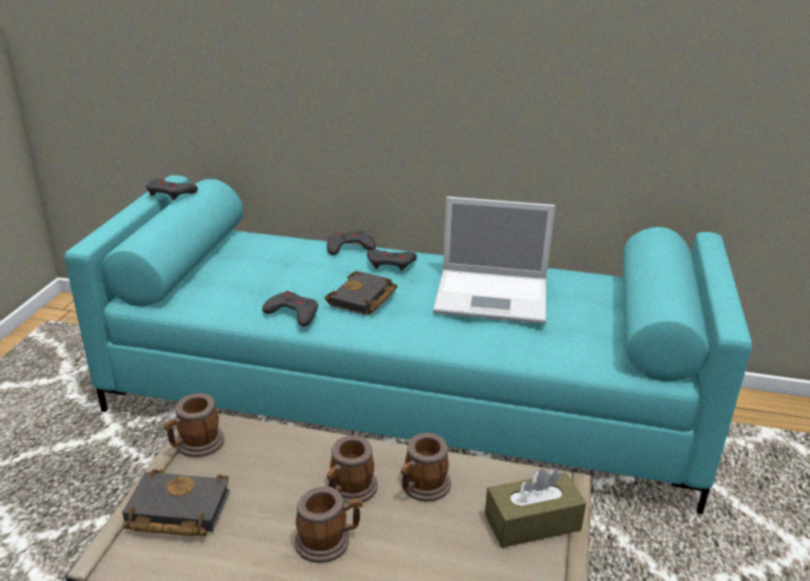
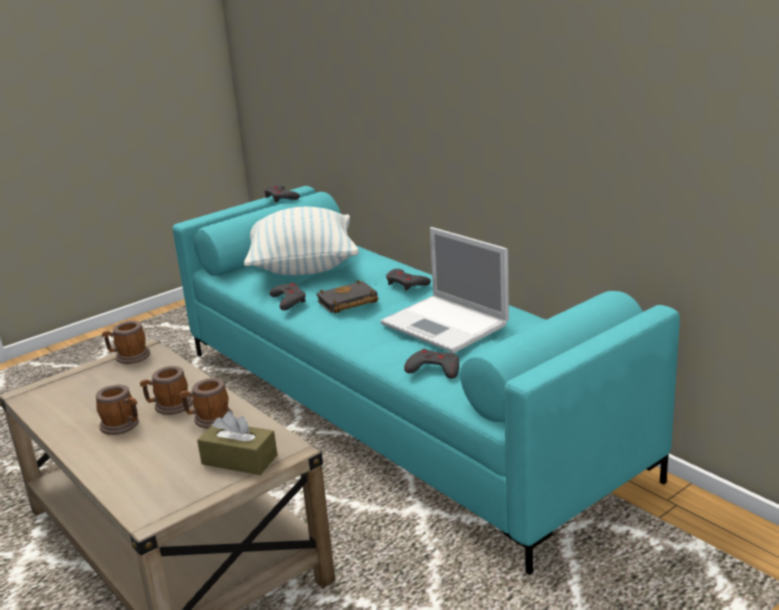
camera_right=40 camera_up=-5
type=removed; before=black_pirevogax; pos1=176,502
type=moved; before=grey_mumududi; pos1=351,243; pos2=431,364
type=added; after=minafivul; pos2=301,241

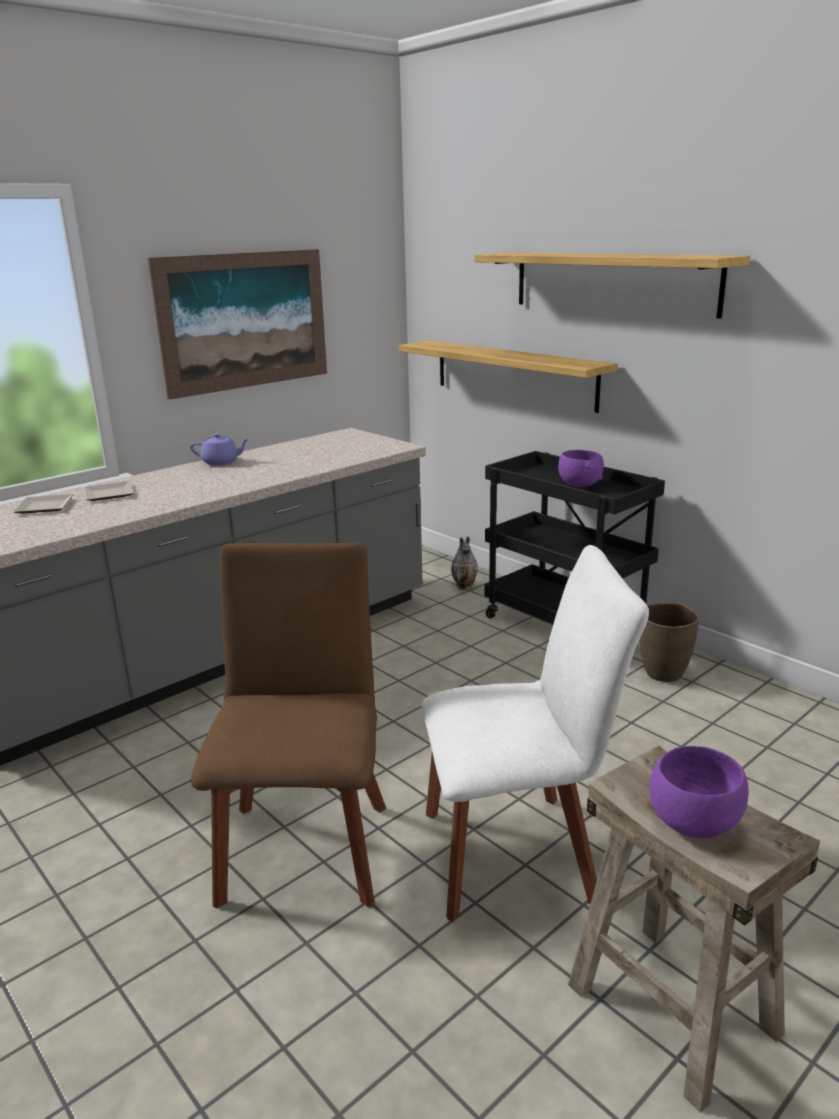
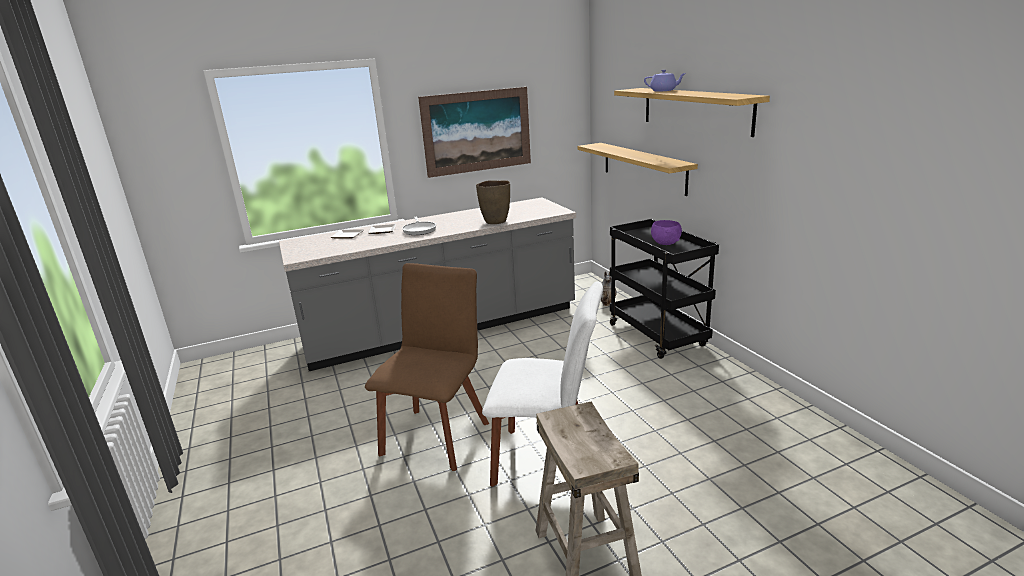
camera_right=20 camera_up=0
type=moved; before=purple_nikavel; pos1=219,449; pos2=665,81
type=moved; before=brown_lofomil; pos1=669,642; pos2=493,202
type=removed; before=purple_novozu; pos1=699,792
type=added; after=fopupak; pos2=419,226

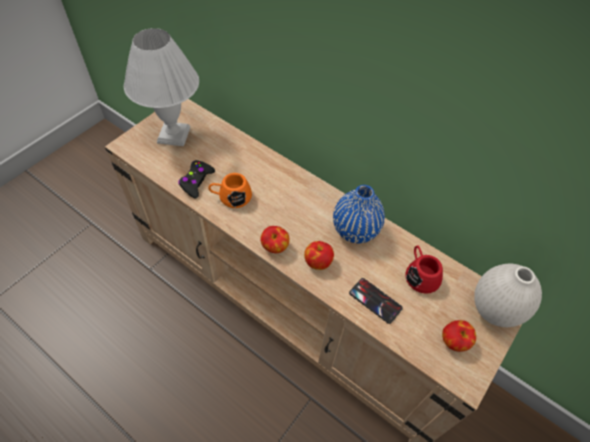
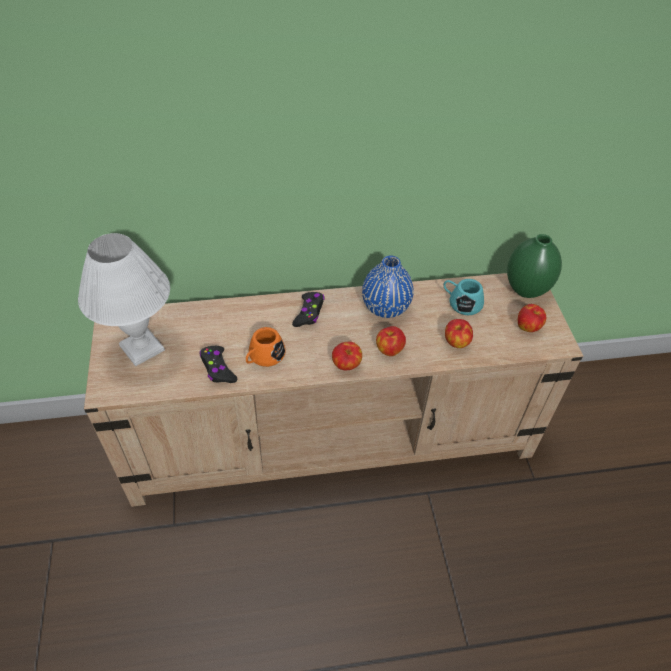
camera_right=-45 camera_up=-5
type=replaced; before=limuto; after=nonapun; pos1=376,301; pos2=459,333
type=recoloured; before=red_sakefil; after=turquoise_sakefil; pos1=424,269; pos2=463,297
type=recoloured; before=white_lofomil; after=green_lofomil; pos1=508,295; pos2=534,266
type=added; after=black_mumududi; pos2=308,309

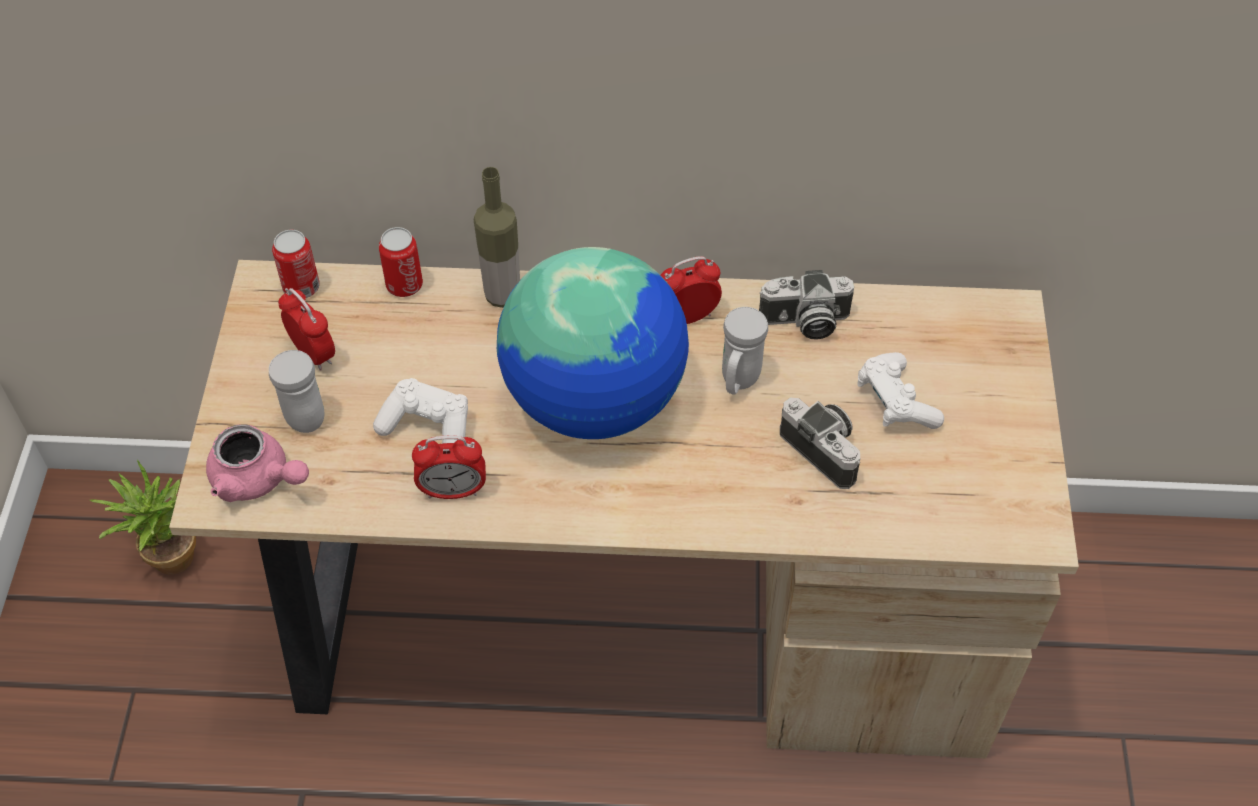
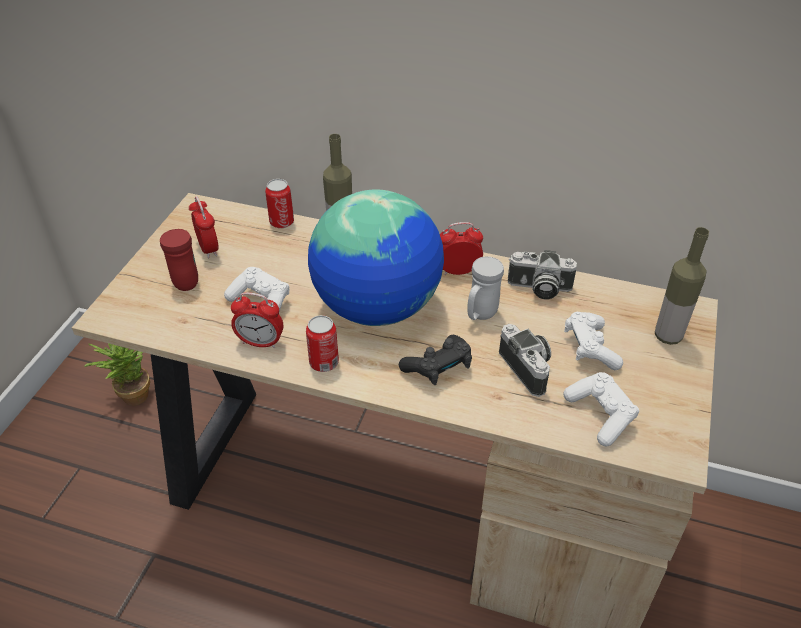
camera_right=15 camera_up=-10
type=removed; before=pink_nikavel; pos1=257,463
type=recoloured; before=white_sakefil; after=red_sakefil; pos1=296,391; pos2=179,260
type=moved; before=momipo; pos1=296,264; pos2=322,343
type=added; after=black_mumududi; pos2=435,360
type=added; after=white_mumududi; pos2=601,409
type=added; after=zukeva; pos2=682,286

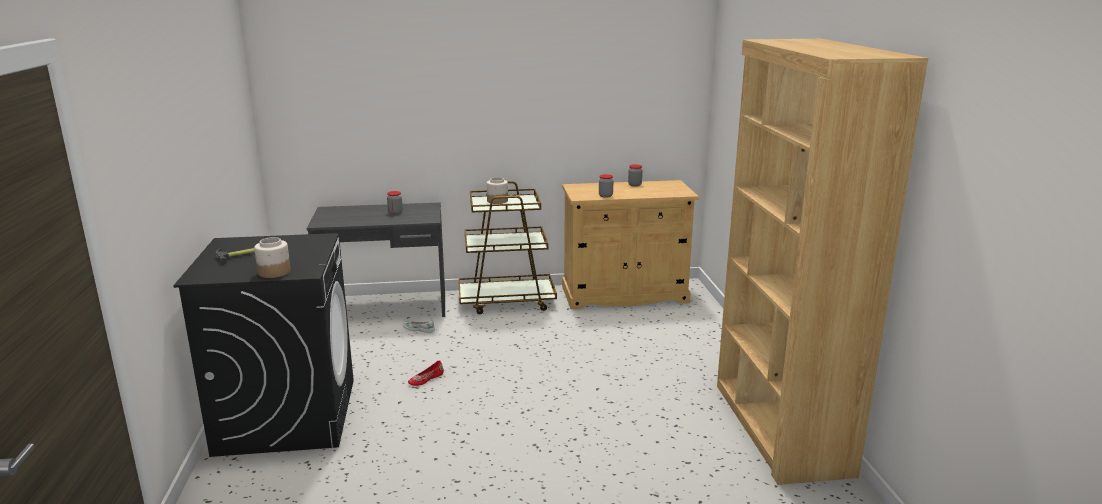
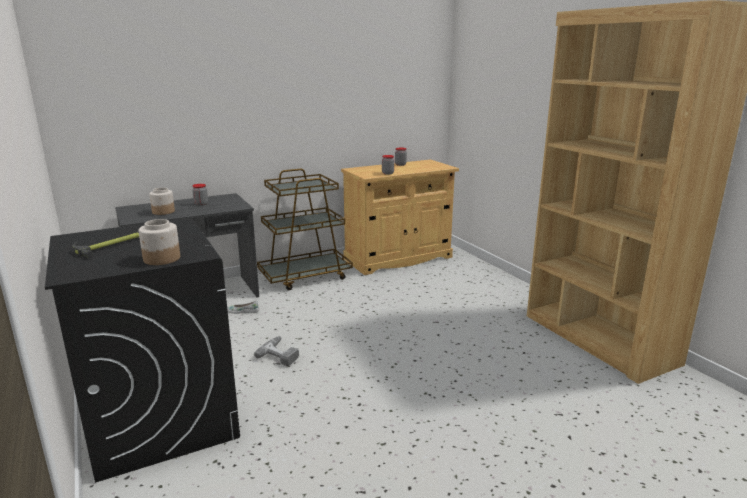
camera_right=-20 camera_up=0
type=replaced; before=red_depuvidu; after=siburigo; pos1=426,373; pos2=276,351
type=moved; before=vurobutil; pos1=497,190; pos2=162,201

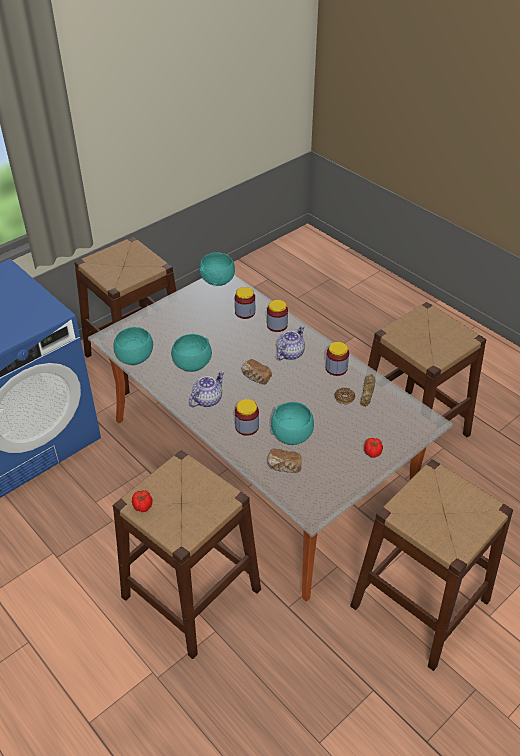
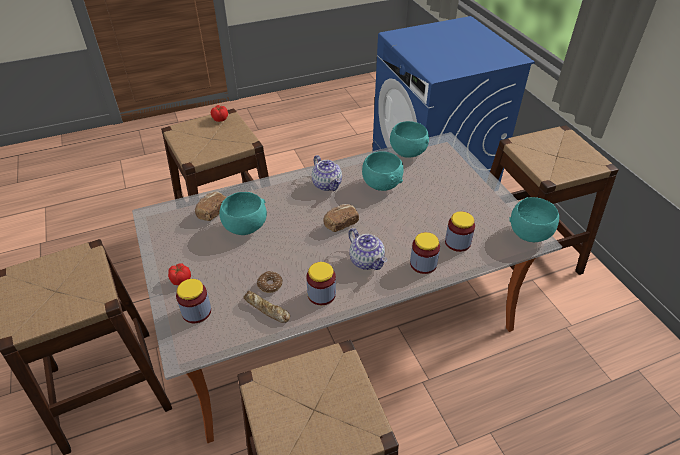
camera_right=110 camera_up=0
type=moved; before=vurobutil; pos1=247,417; pos2=193,301

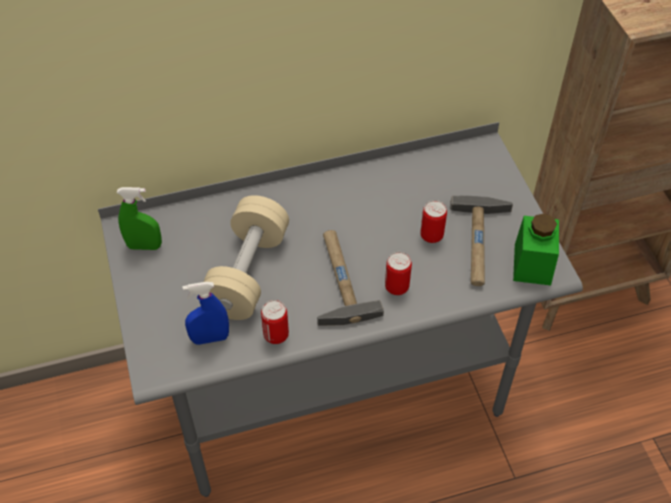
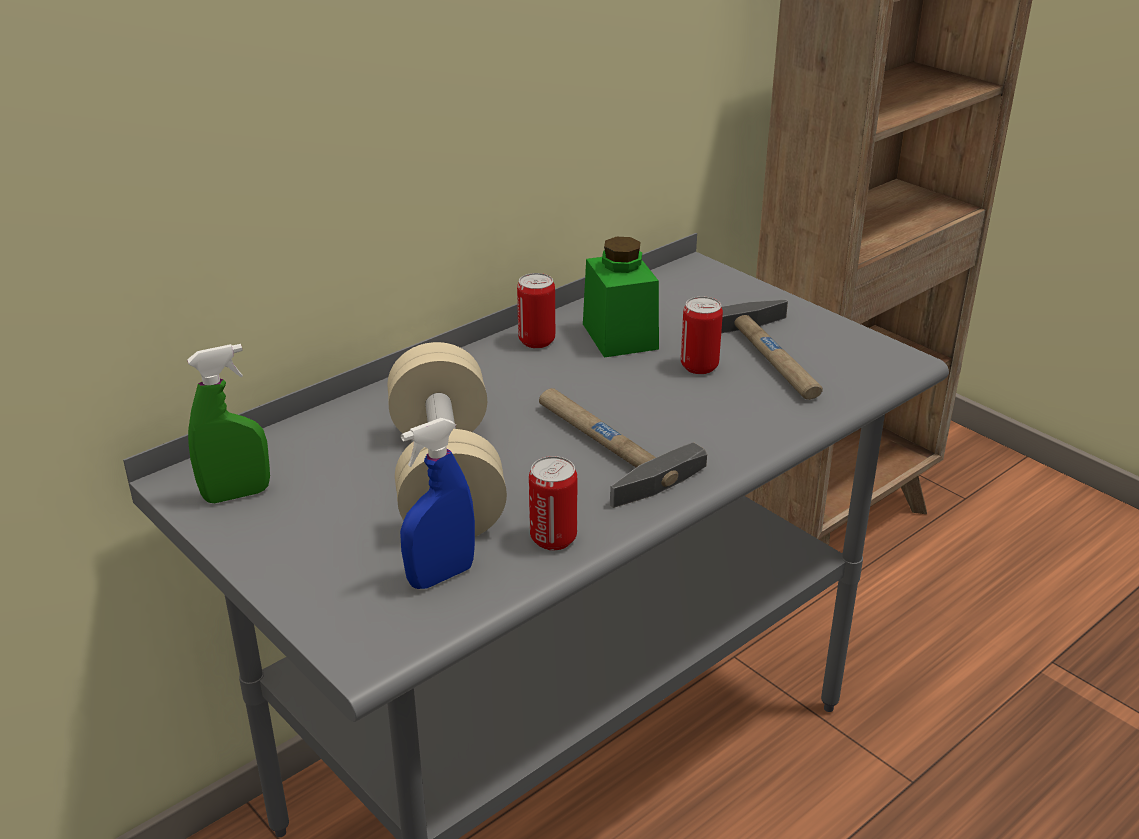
camera_right=-25 camera_up=-20
type=moved; before=momipo; pos1=398,273; pos2=536,310
type=moved; before=green_vurobutil; pos1=536,249; pos2=621,297

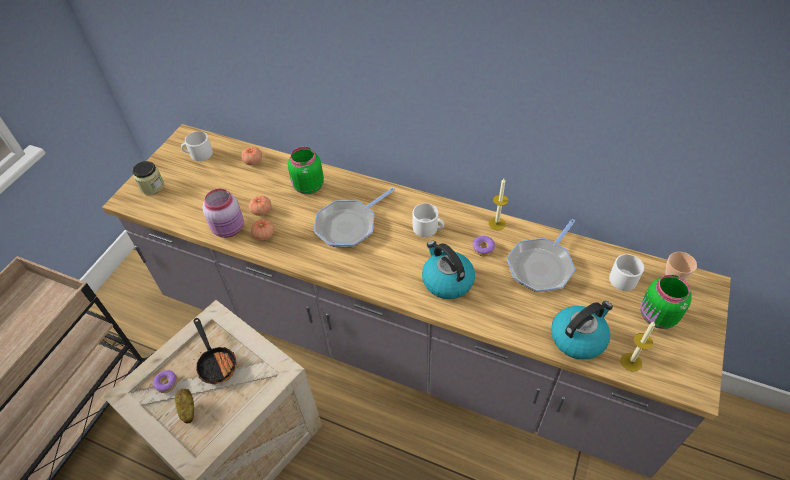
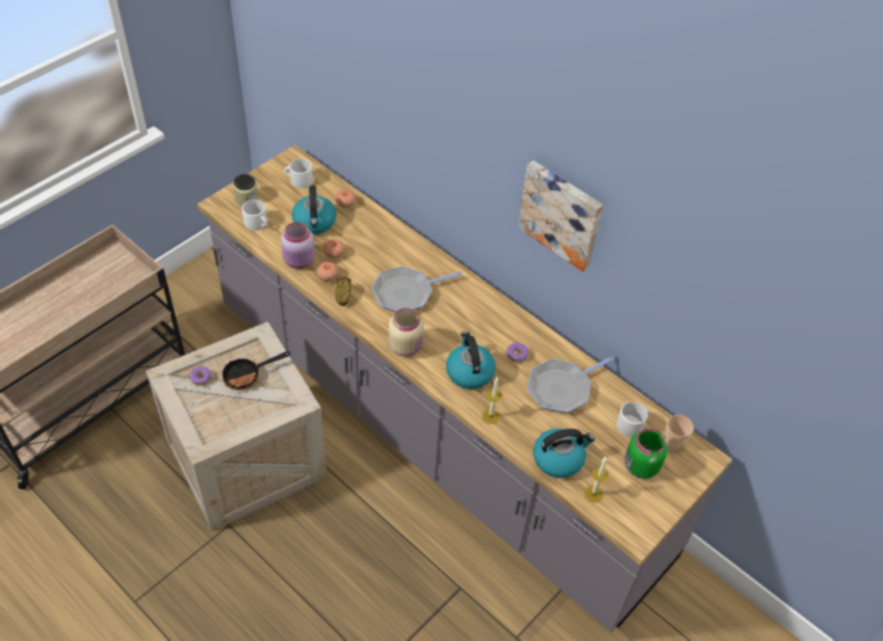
camera_right=15 camera_up=0
type=moved; before=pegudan; pos1=184,406; pos2=343,291
type=turned; before=fopupak; pos1=215,351; pos2=256,370; turn=75
type=removed; before=green_vurobutil; pos1=306,170
type=moved; before=white_sakefil; pos1=428,220; pos2=254,215
type=moved; before=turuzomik; pos1=498,204; pos2=492,400
type=added; after=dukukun; pos2=314,210
type=added; after=beige_vurobutil; pos2=406,332
type=added; after=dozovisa; pos2=560,215

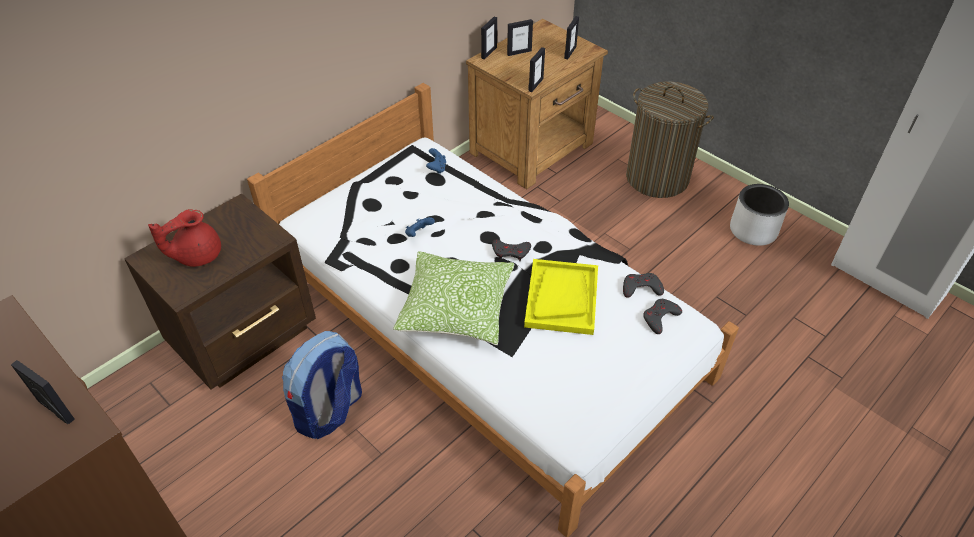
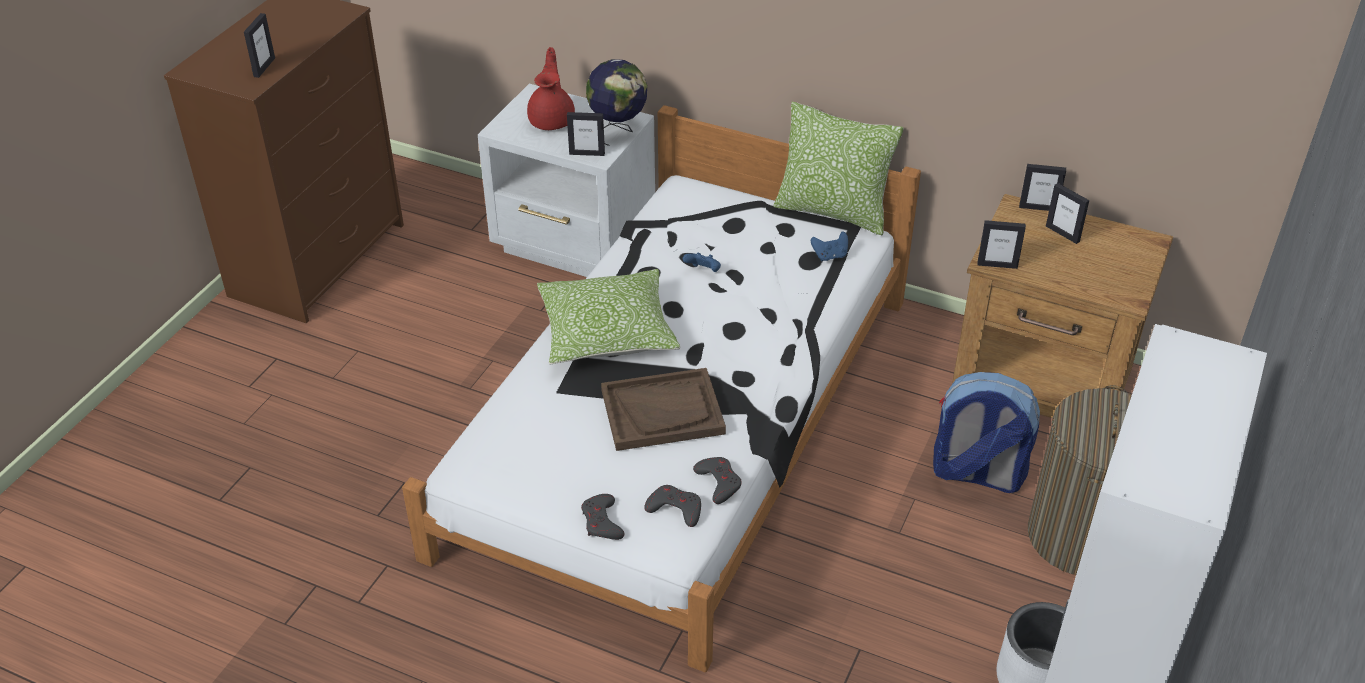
camera_right=70 camera_up=-5
type=recoloured; before=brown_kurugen; after=white_kurugen; pos1=220,291; pos2=566,180
type=turned; before=red_nikavel; pos1=184,238; pos2=551,88; turn=60
type=moved; before=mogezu; pos1=322,385; pos2=986,432
type=moved; before=grey_mumududi; pos1=511,250; pos2=603,517
type=recoloured; before=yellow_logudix; after=brown_logudix; pos1=561,297; pos2=663,409
type=moved; before=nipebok; pos1=571,37; pos2=586,134
type=added; after=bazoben; pos2=616,102
type=added; after=minafivul; pos2=838,168

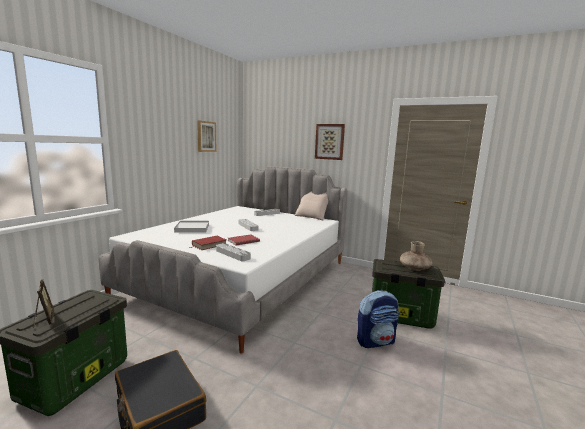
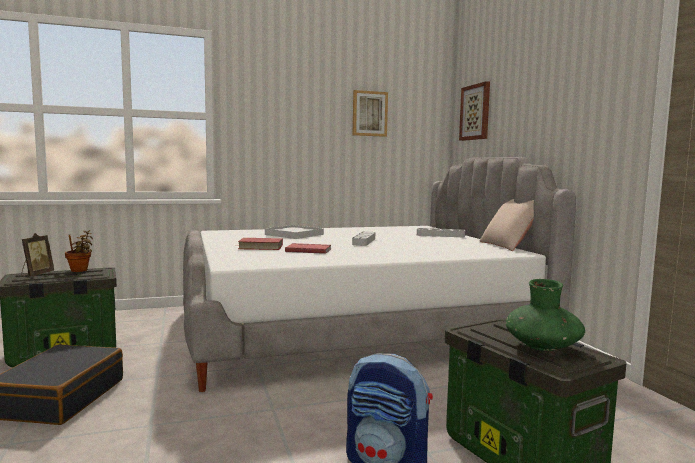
camera_right=45 camera_up=-5
type=removed; before=grey_logudix; pos1=233,252
type=moved; before=dozovisa; pos1=330,142; pos2=474,111
type=recoloured; before=brown_lofomil; after=green_lofomil; pos1=416,256; pos2=545,315
type=added; after=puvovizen; pos2=79,251

